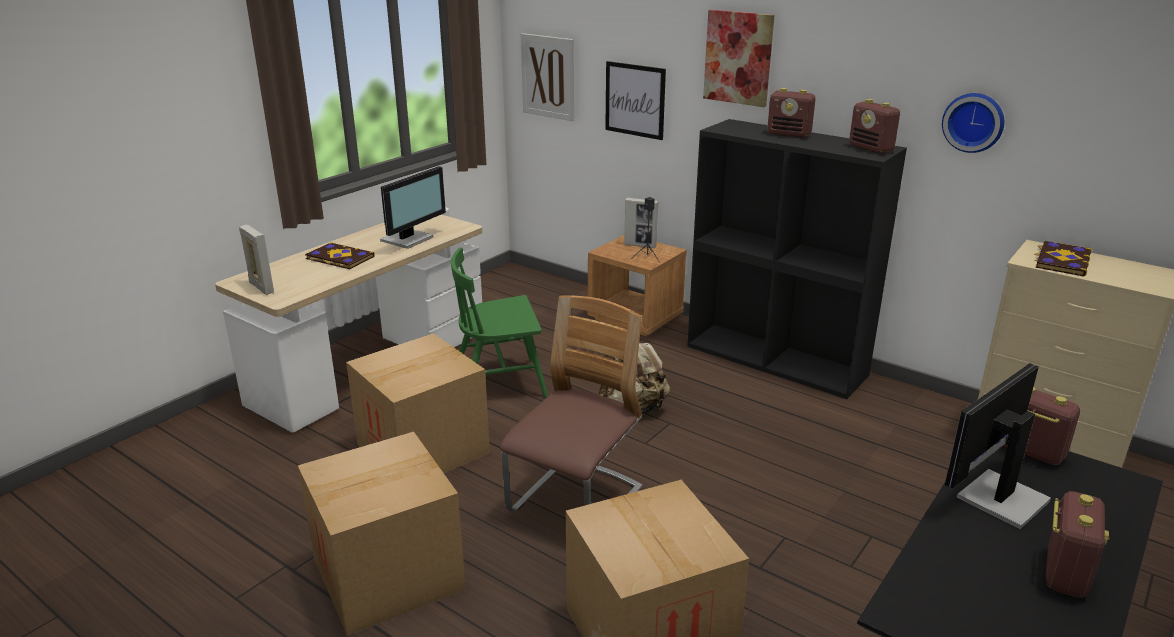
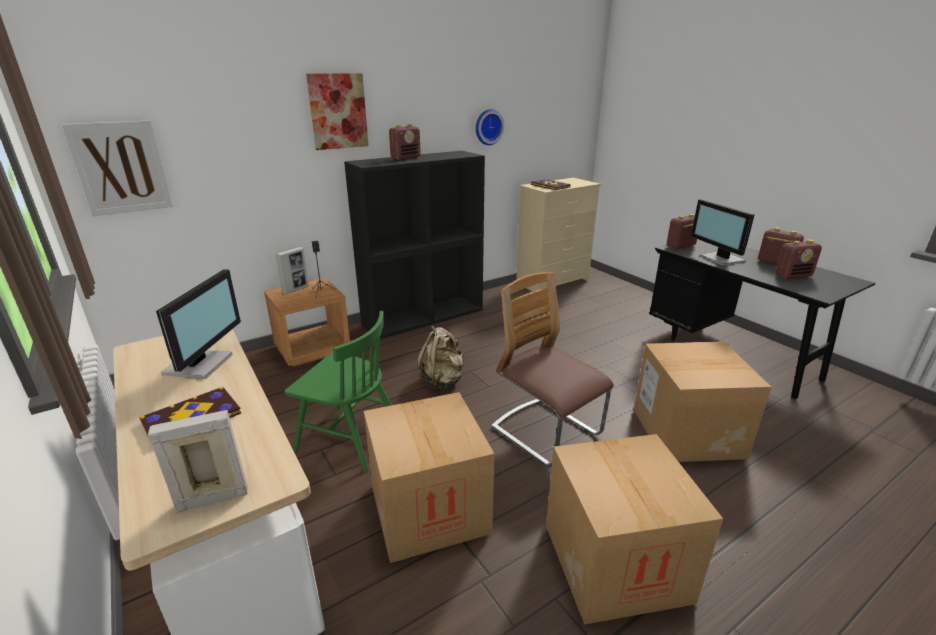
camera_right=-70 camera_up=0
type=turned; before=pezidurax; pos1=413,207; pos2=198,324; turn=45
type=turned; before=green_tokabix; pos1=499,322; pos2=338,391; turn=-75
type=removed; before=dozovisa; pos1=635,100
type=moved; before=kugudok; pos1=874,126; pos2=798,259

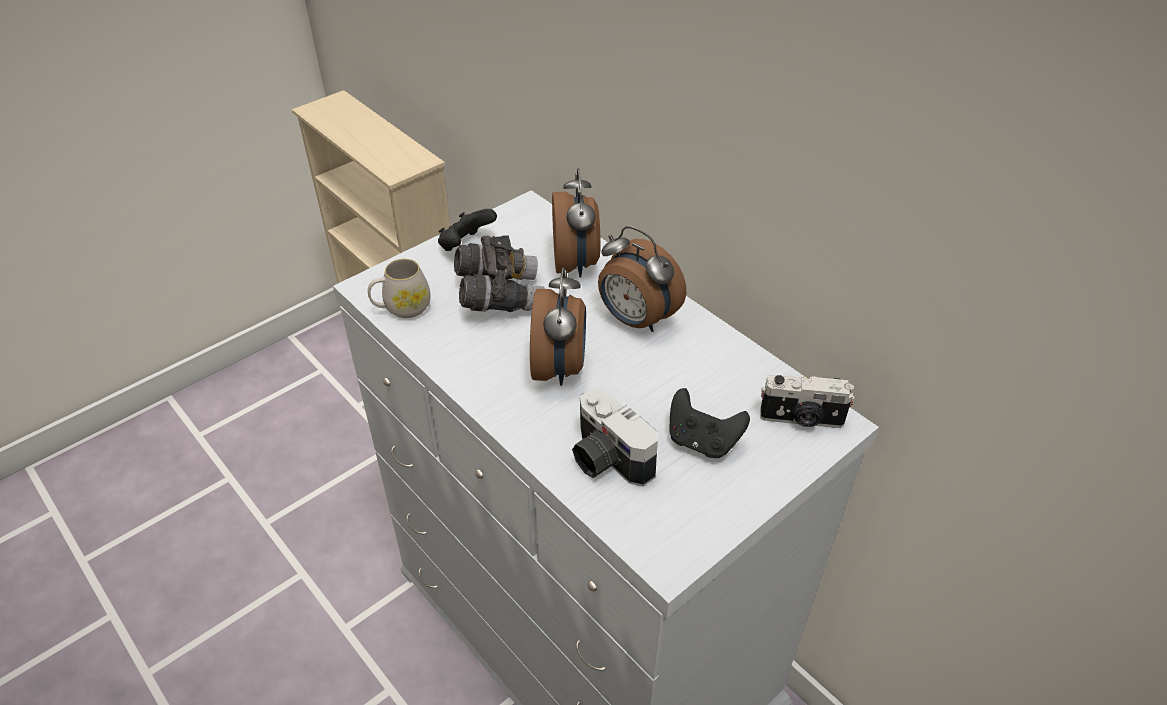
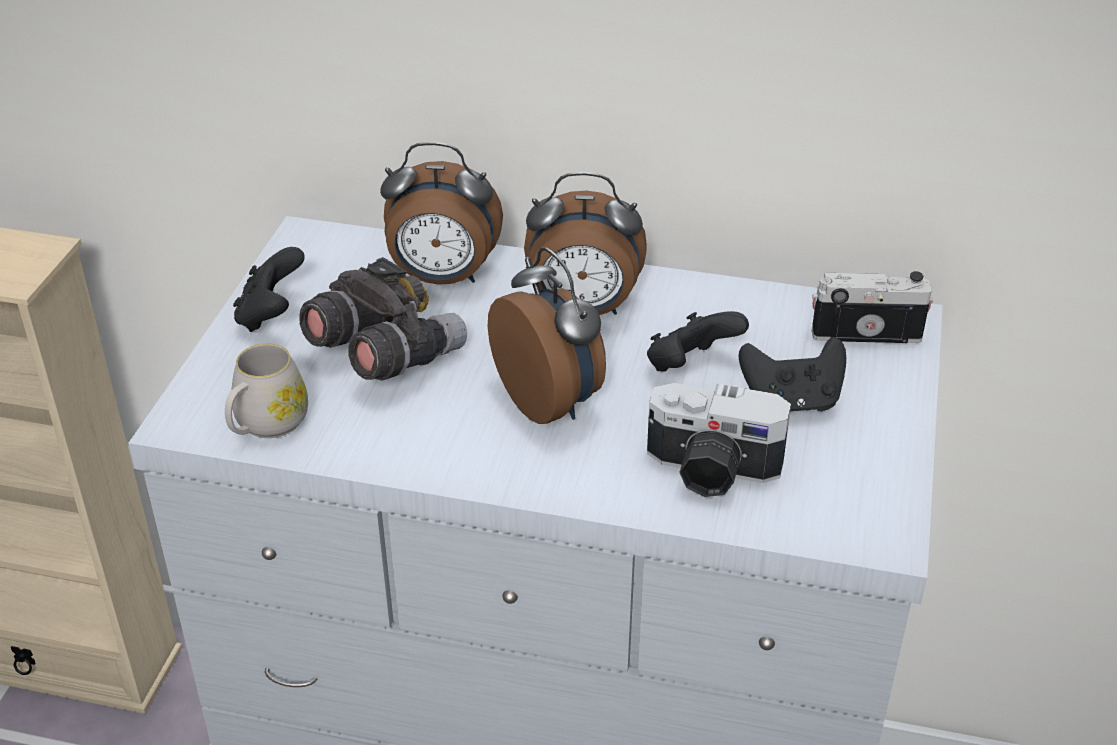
camera_right=-35 camera_up=-5
type=turned; before=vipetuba; pos1=576,223; pos2=441,213; turn=135
type=turned; before=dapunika; pos1=807,401; pos2=872,307; turn=-150
type=added; after=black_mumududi; pos2=698,341

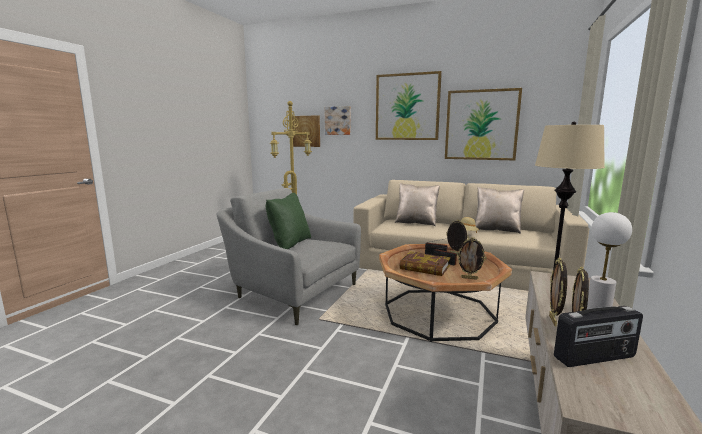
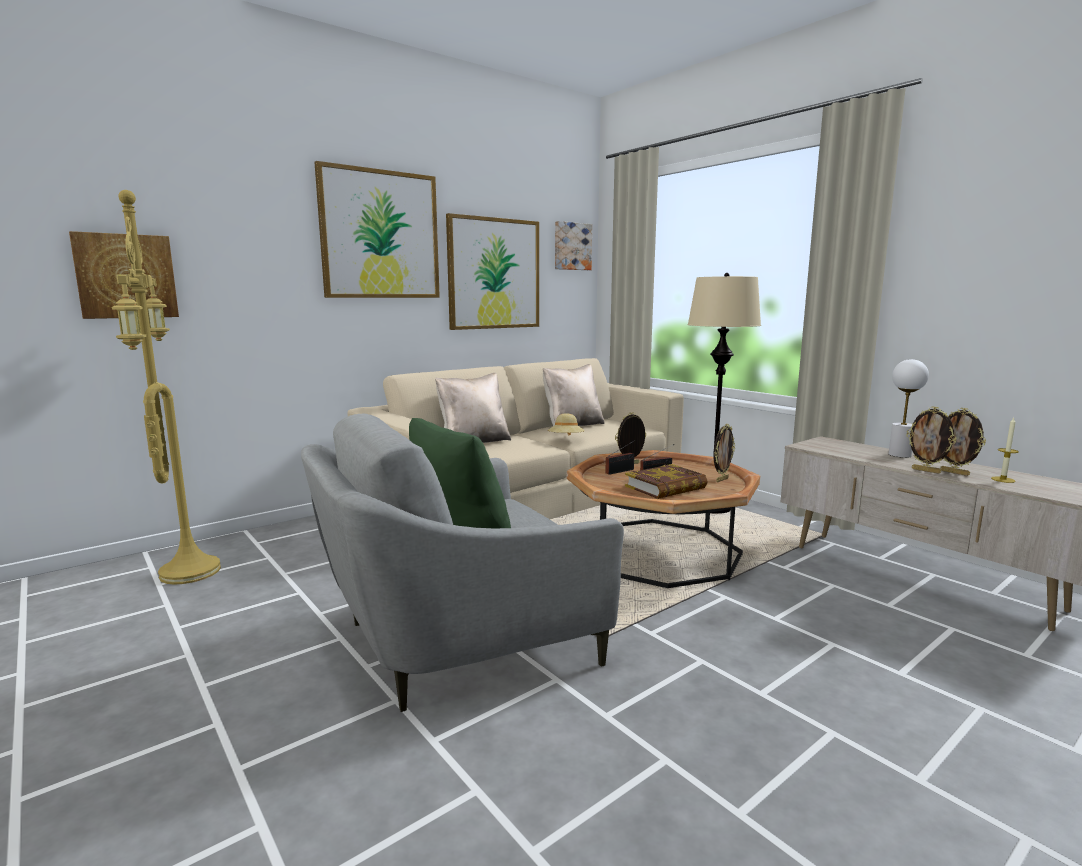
camera_right=-60 camera_up=0
type=moved; before=dozovisa; pos1=338,120; pos2=573,245
type=replaced; before=kugudok; after=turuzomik; pos1=598,336; pos2=1005,450

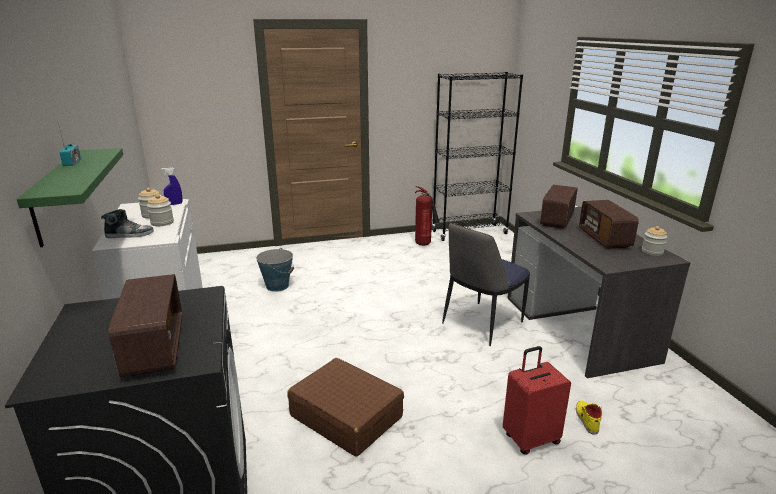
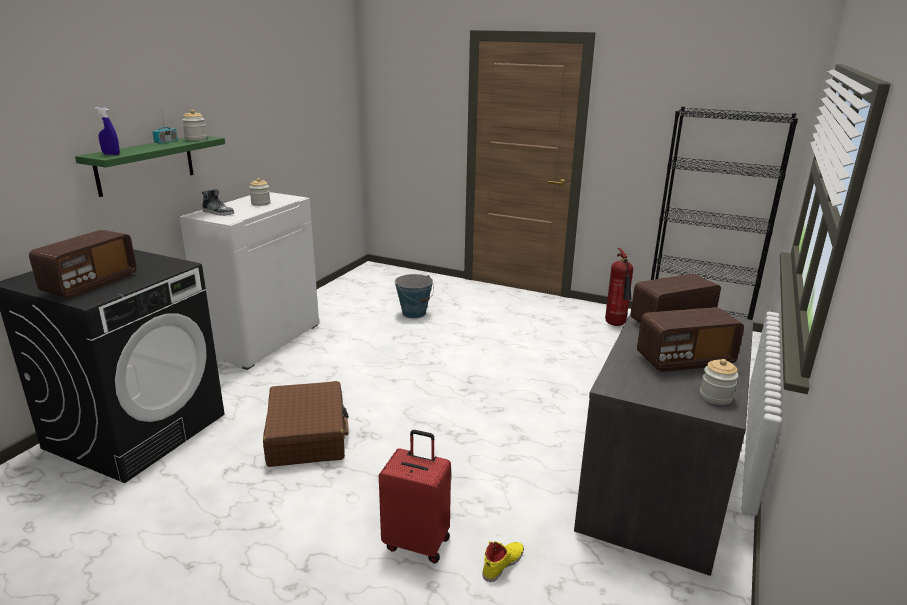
camera_right=40 camera_up=0
type=moved; before=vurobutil; pos1=160,210; pos2=194,125
type=moved; before=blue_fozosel; pos1=172,186; pos2=107,131
type=removed; before=tokabix; pos1=486,284
type=turned; before=kugudok; pos1=609,224; pos2=690,339; turn=-135

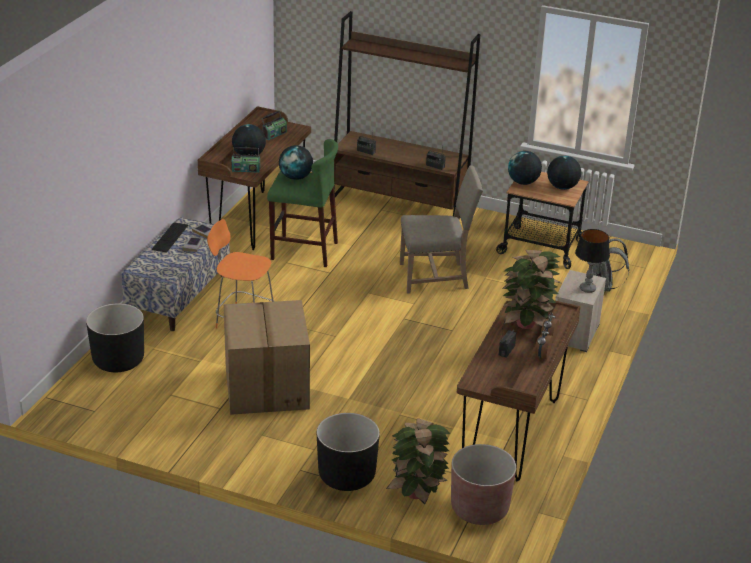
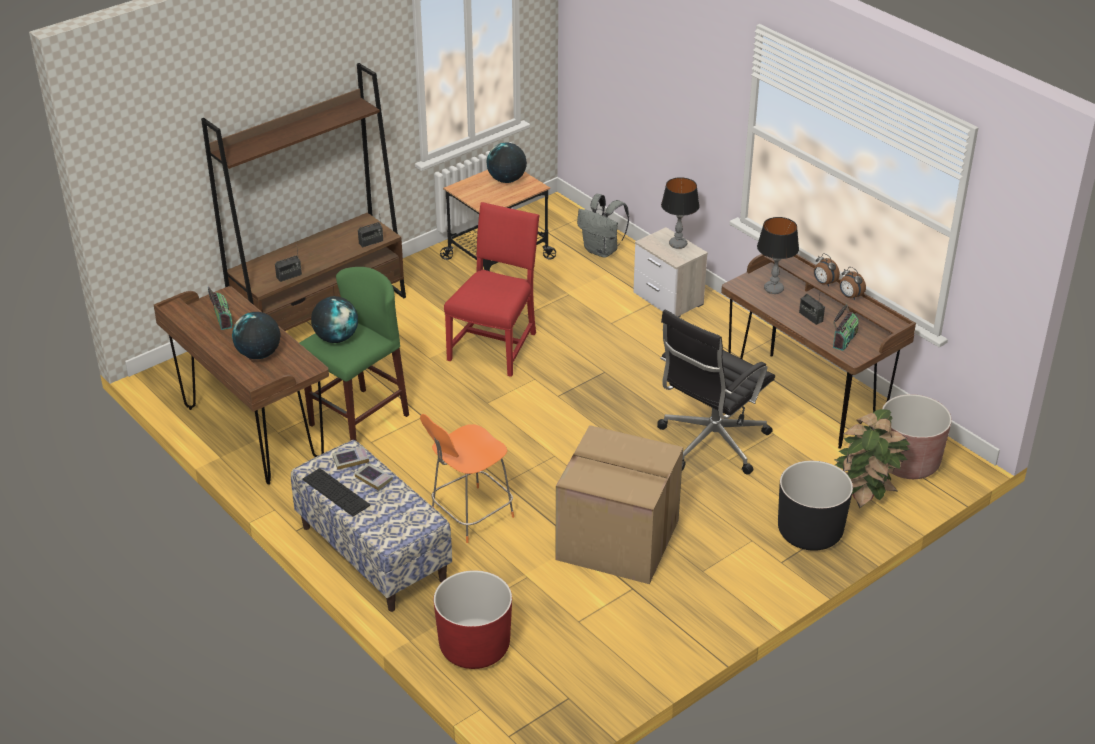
camera_right=-60 camera_up=5
type=recoloured; before=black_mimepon; after=red_mimepon; pos1=115,337; pos2=473,619
type=moved; before=kugudok; pos1=245,159; pos2=846,327
type=recoloured; before=beige_tokabix; after=red_tokabix; pos1=441,229; pos2=491,289
type=replaced; before=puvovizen; after=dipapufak; pos1=532,289; pos2=778,255
type=removed; before=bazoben; pos1=525,168
type=added; after=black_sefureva; pos2=716,391

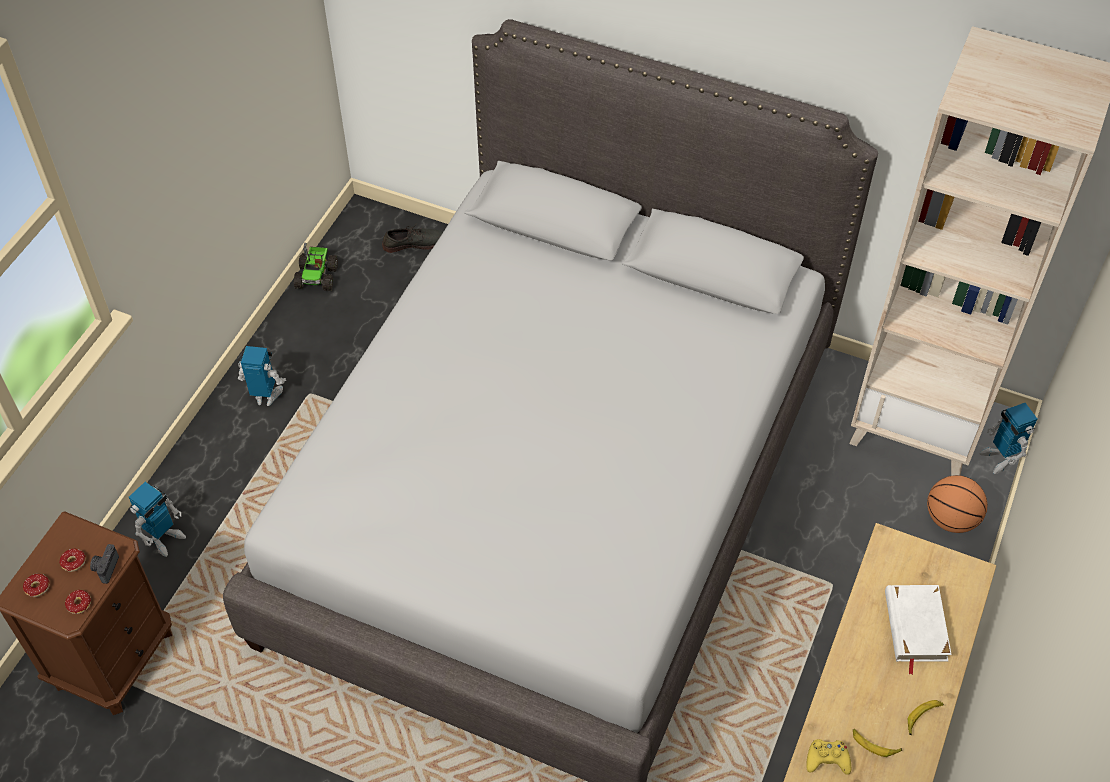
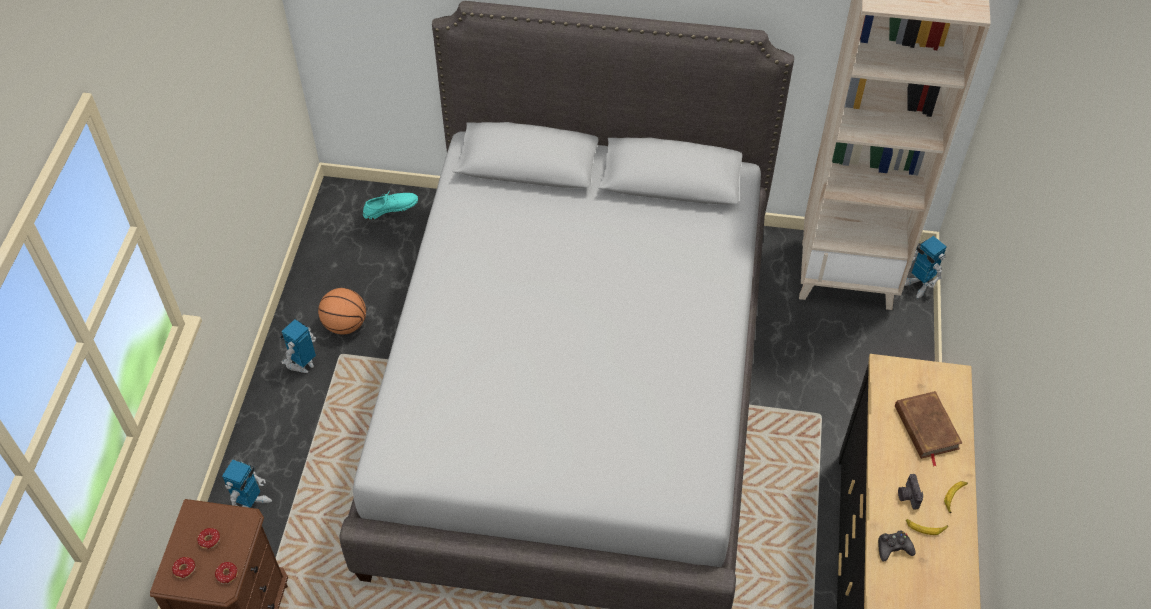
camera_right=-15 camera_up=0
type=moved; before=dapunika; pos1=104,564; pos2=910,492
type=turned; before=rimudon; pos1=262,376; pos2=298,346; turn=-45
type=removed; before=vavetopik; pos1=316,267
type=recoloured; before=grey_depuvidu; after=turquoise_depuvidu; pos1=412,239; pos2=390,206
type=recoloured; before=yellow_mumududi; after=black_mumududi; pos1=829,757; pos2=897,546
type=recoloured; before=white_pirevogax; after=brown_pirevogax; pos1=918,630; pos2=928,429
type=moved; before=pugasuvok; pos1=957,504; pos2=342,311

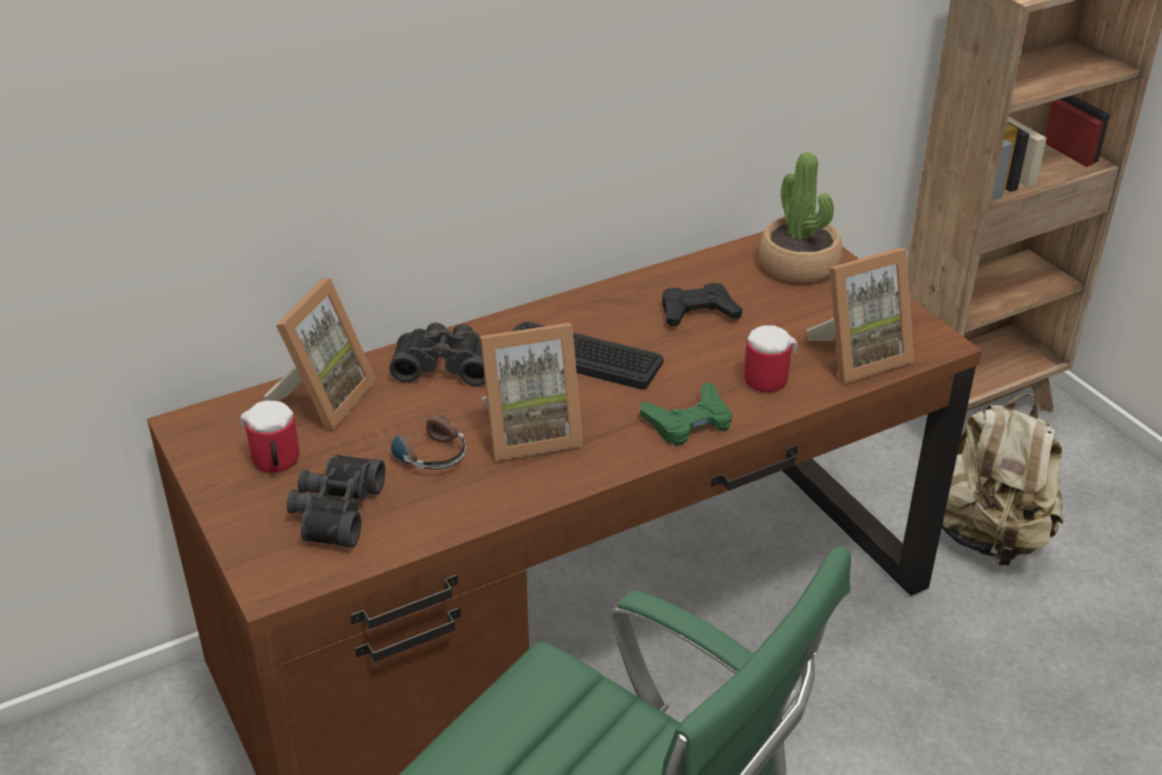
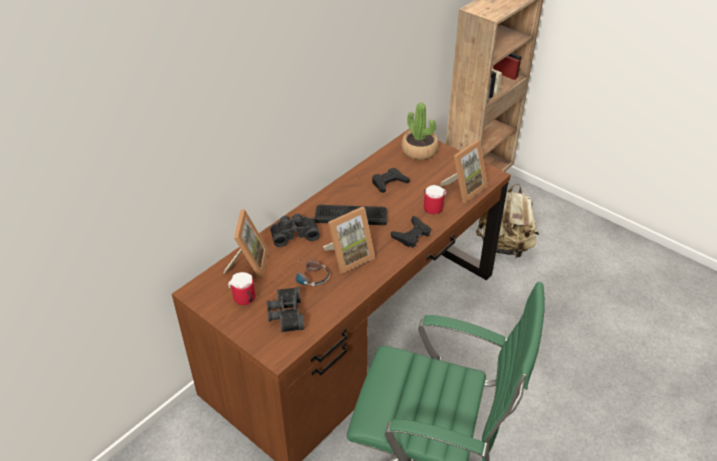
camera_right=-20 camera_up=5
type=recoloured; before=green_mumududi; after=black_mumududi; pos1=686,413; pos2=411,232

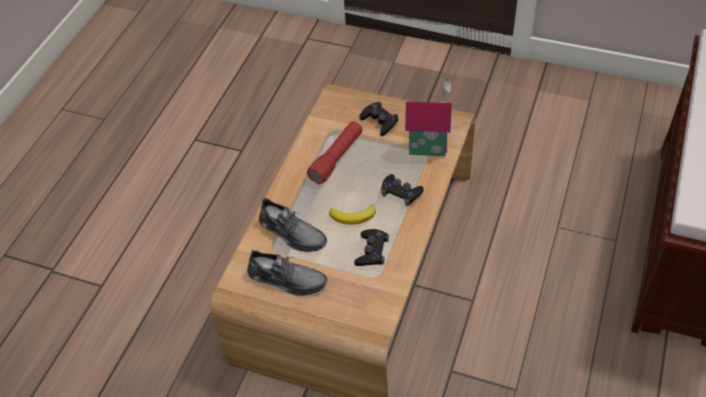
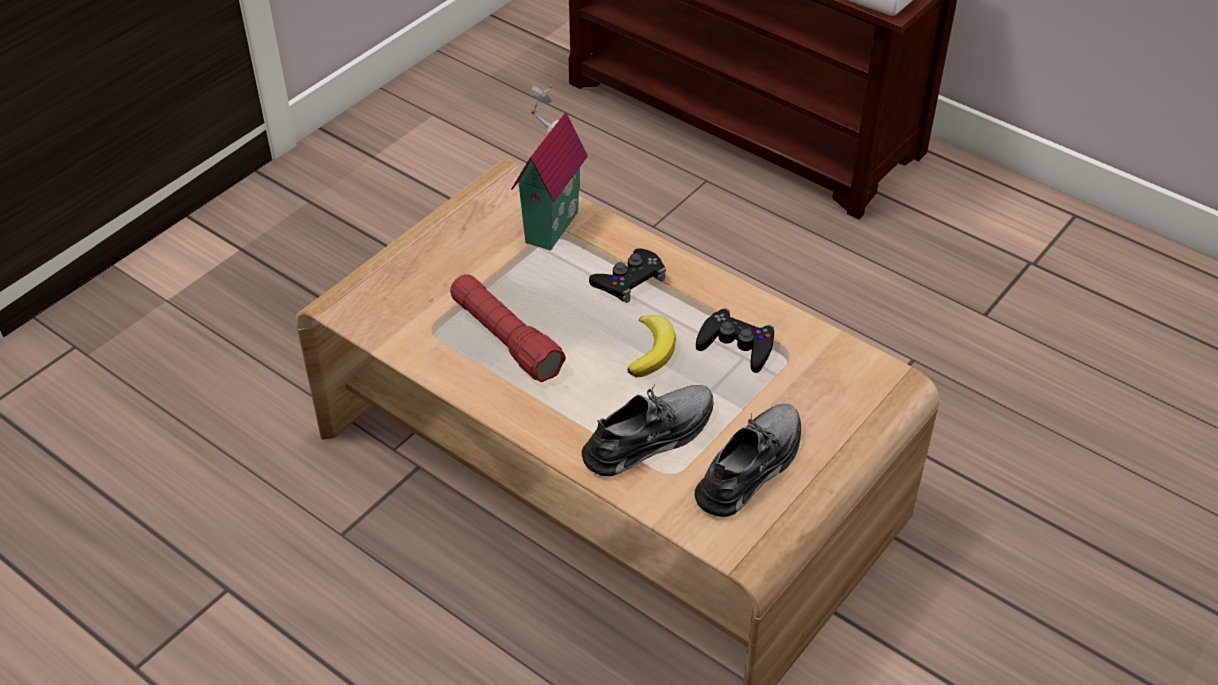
camera_right=-75 camera_up=-5
type=removed; before=black_mumududi; pos1=379,119

